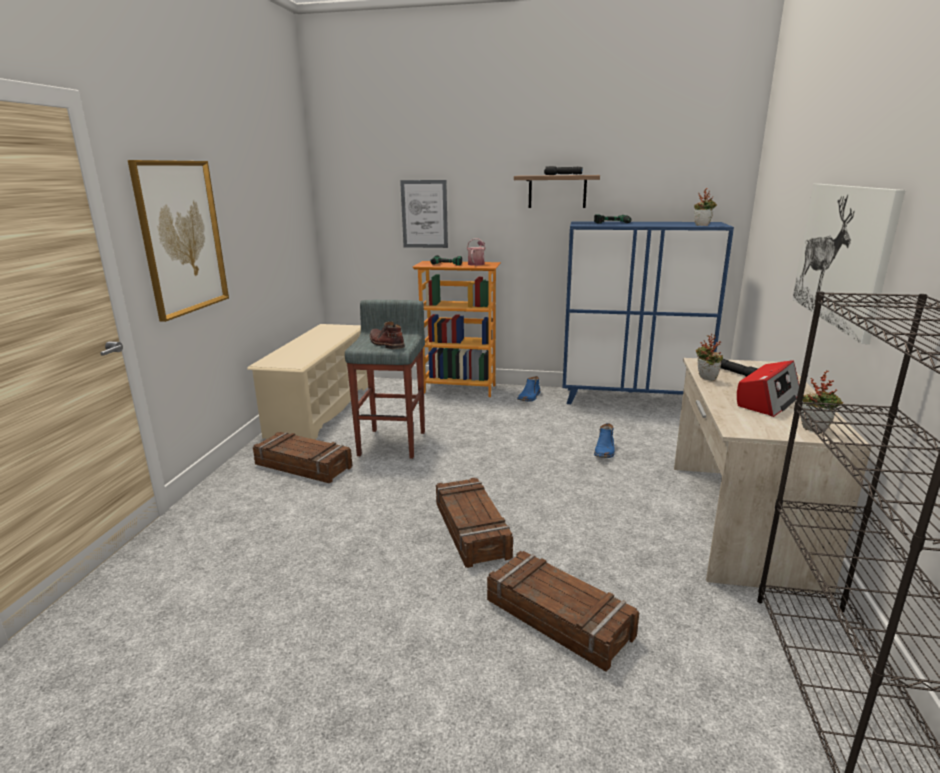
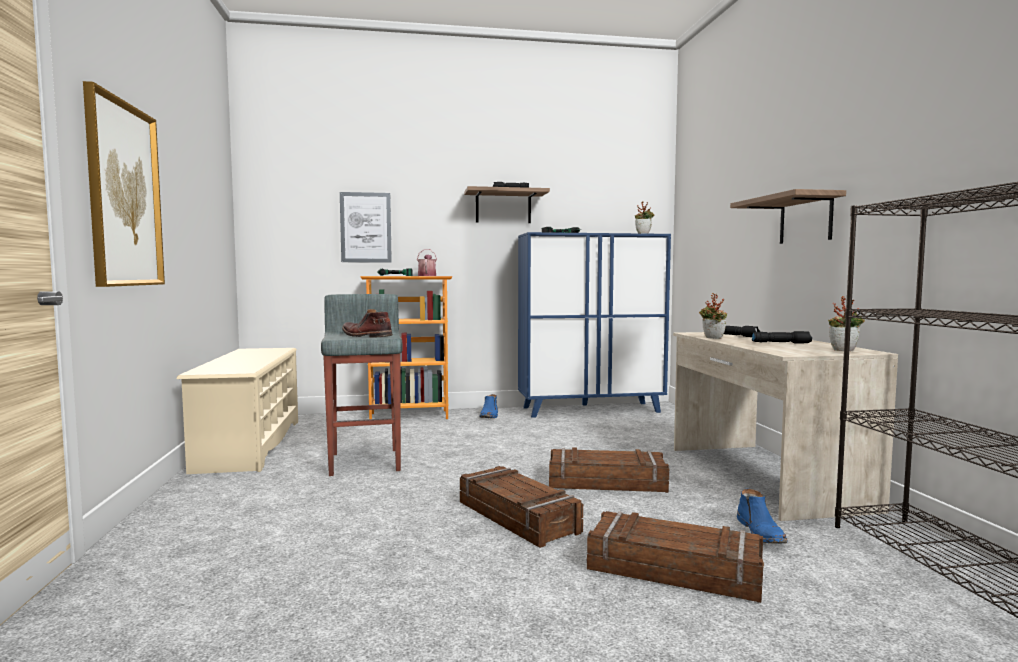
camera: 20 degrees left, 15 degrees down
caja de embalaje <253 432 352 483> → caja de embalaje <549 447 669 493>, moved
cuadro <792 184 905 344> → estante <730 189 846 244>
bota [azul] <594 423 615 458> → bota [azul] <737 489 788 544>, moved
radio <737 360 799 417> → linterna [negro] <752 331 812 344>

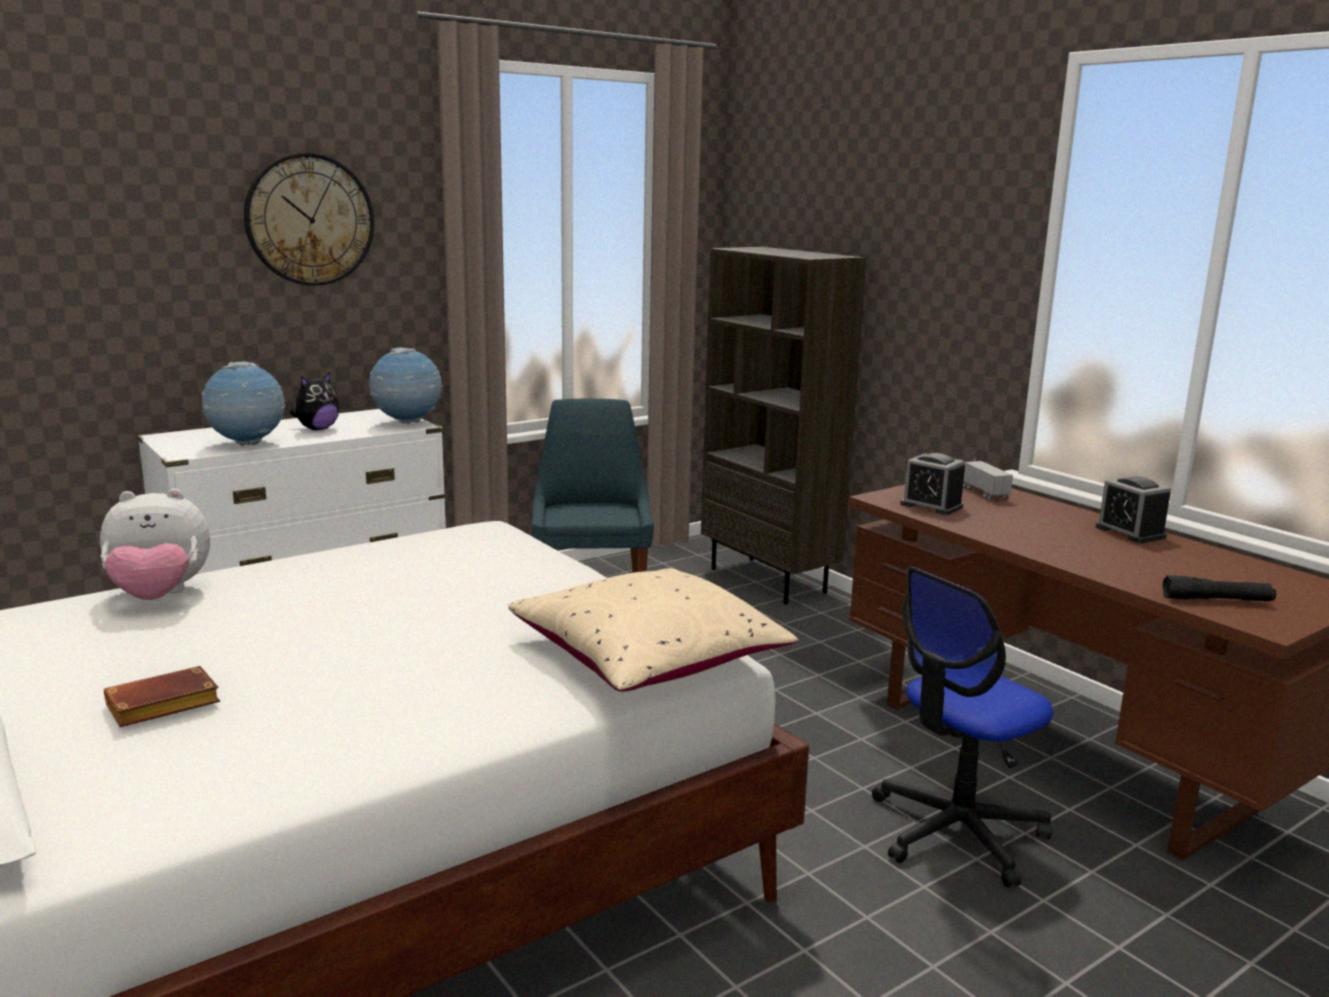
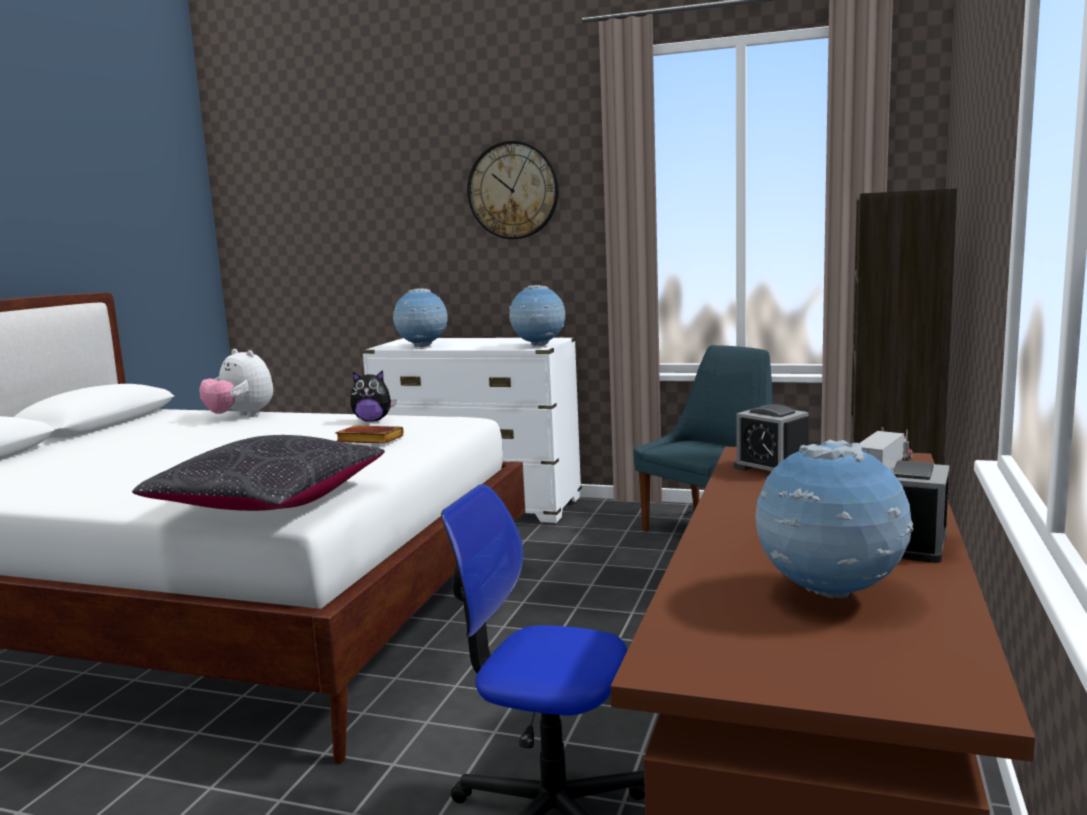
camera: 55 degrees right, 5 degrees down
cojín [beis] <508 568 799 692> → cojín [negro] <132 435 385 511>
libro [marrón] <104 666 220 727> → libro [marrón] <335 425 404 444>, moved
peluche <290 372 340 430> → peluche <350 370 397 422>, moved
despertador <900 453 965 515> → despertador <734 404 809 471>, 45 degrees counterclockwise
- → globo terráqueo <755 440 914 598>
linterna [negro] <1162 575 1276 601> → -

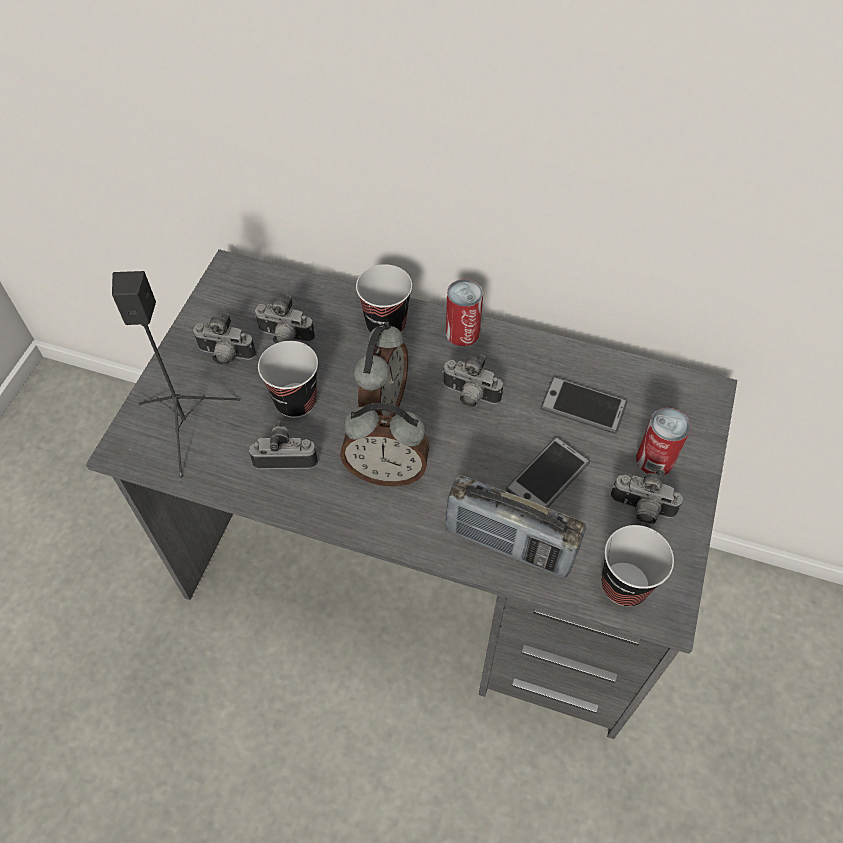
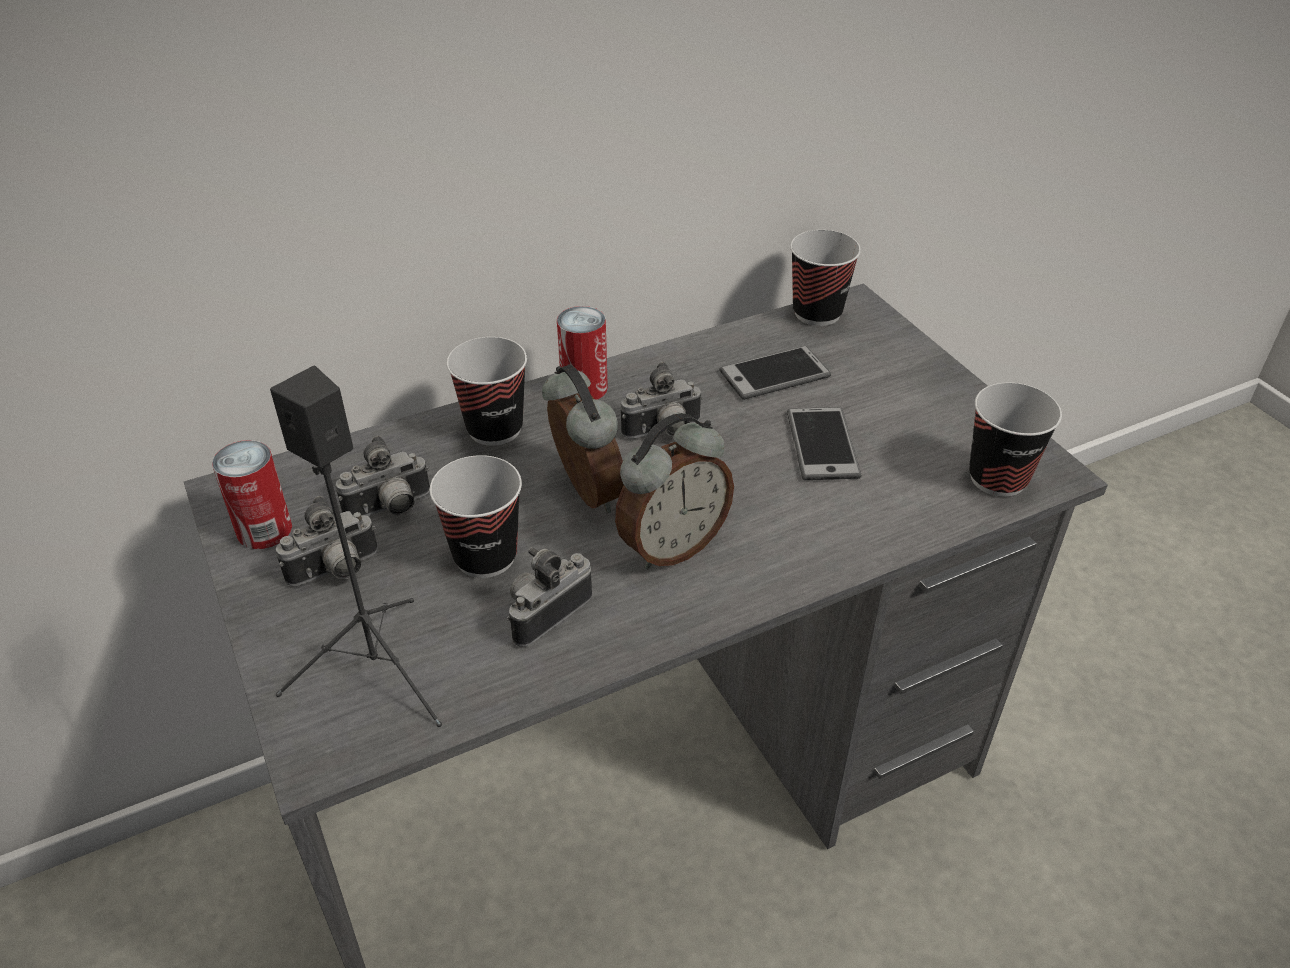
camera: 45 degrees left, 15 degrees down
lata <636 408 691 475> → lata <212 440 292 549>, moved
- → taza <790 230 861 326>
radio <446 475 586 578> → -
cámara <611 469 683 524> → -

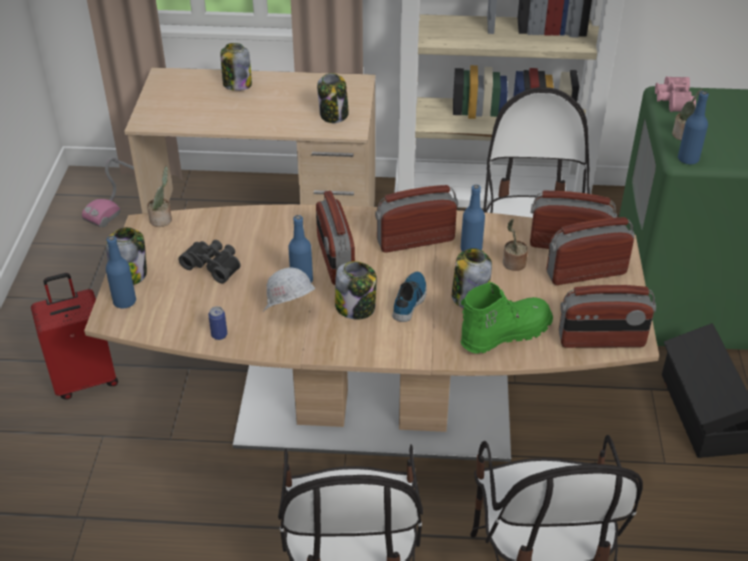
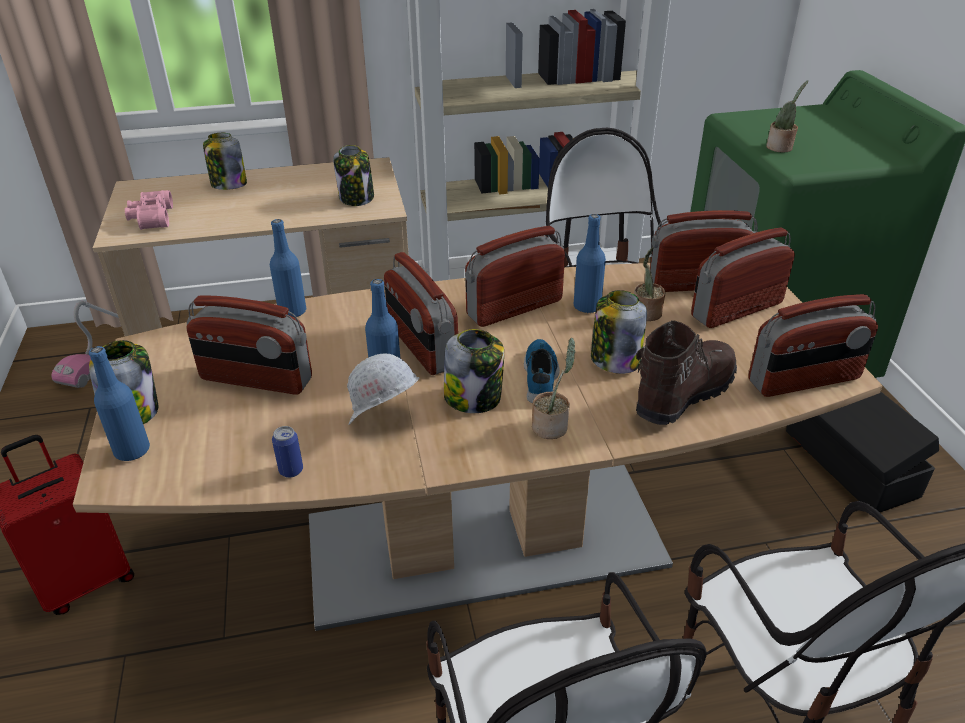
camera: 15 degrees left, 5 degrees down
prismáticos [rosa] <655 76 696 112> → prismáticos [rosa] <125 190 173 230>, moved
prismáticos [negro] <179 240 241 283> → radio <187 295 312 395>
botella [azul] <678 91 709 164> → botella [azul] <270 219 306 318>, moved
planta en maceta <147 166 172 227> → planta en maceta <532 338 575 439>, moved
bota [verde] <461 282 553 354> → bota [marrón] <636 320 737 425>

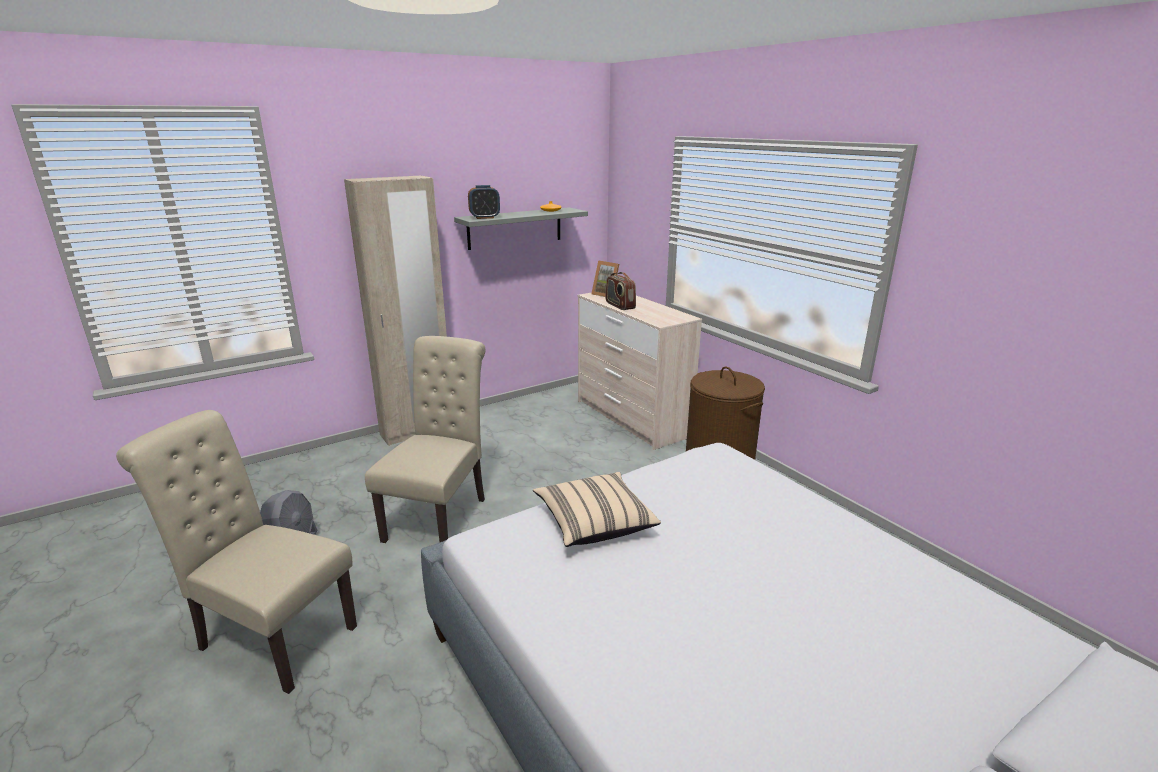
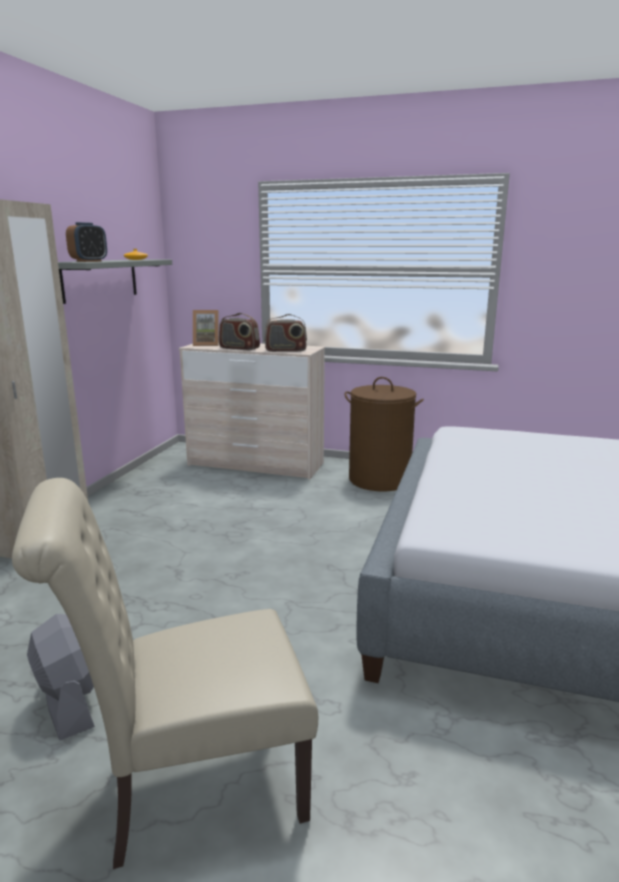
camera: 40 degrees left, 5 degrees down
- → radio <264 314 307 352>
silla [beis] <365 336 485 543> → -
cojín [beis] <533 472 661 547> → -

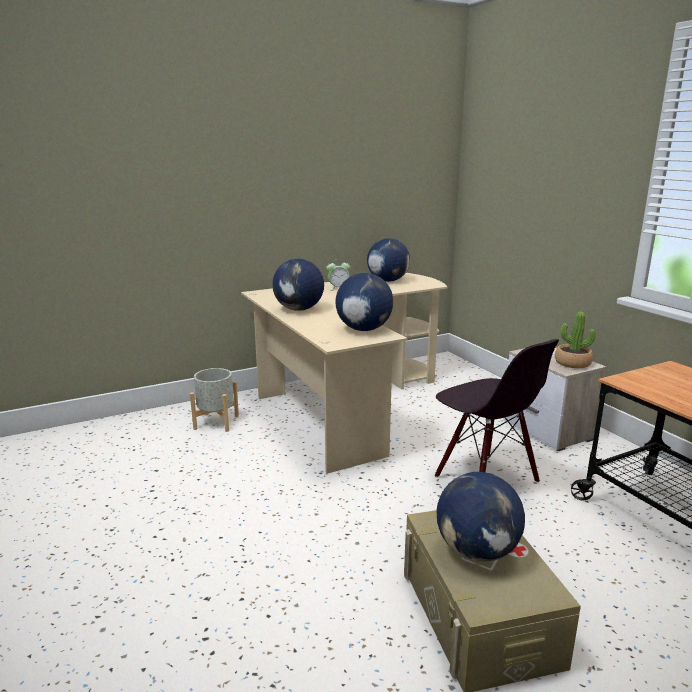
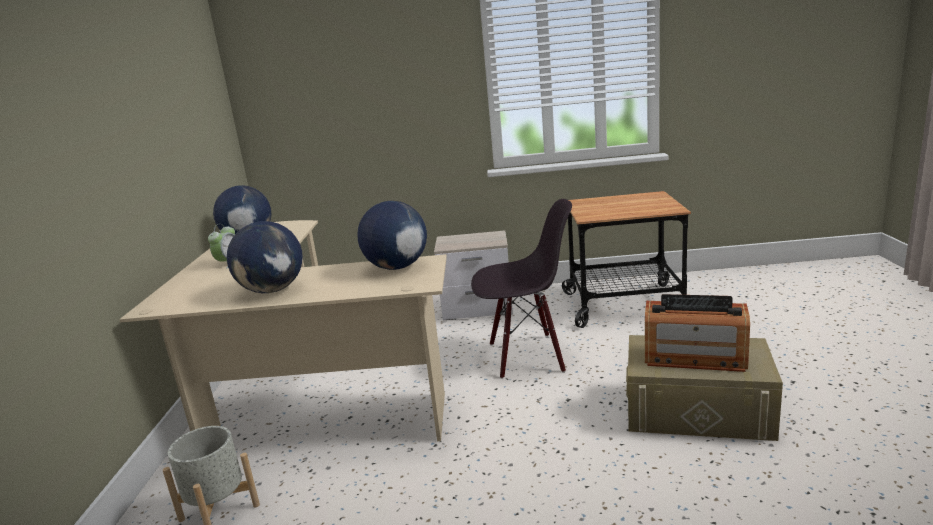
camera: 60 degrees left, 0 degrees up
globo terráqueo <436 472 525 562> → radio <645 294 750 372>
planta en maceta <555 312 595 368> → -

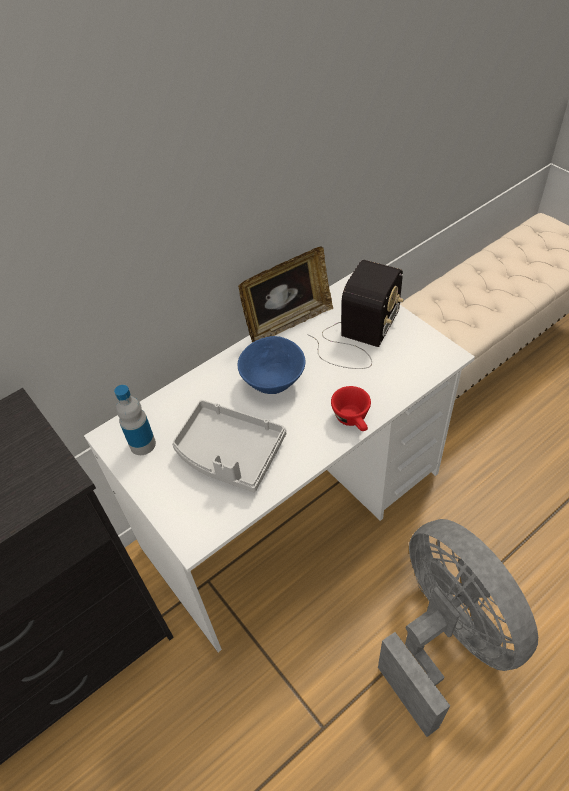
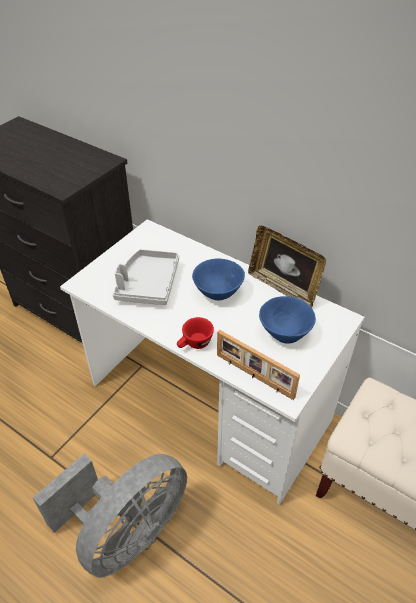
camera: 70 degrees right, 5 degrees down
- → portarretratos <217 330 300 400>
radio <307 260 404 369> → cuenco [azul] <259 296 316 344>
botella <114 385 156 455> → -

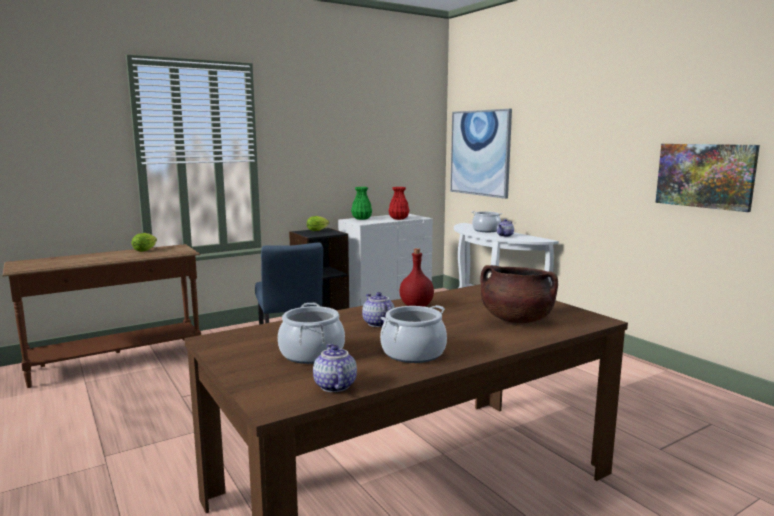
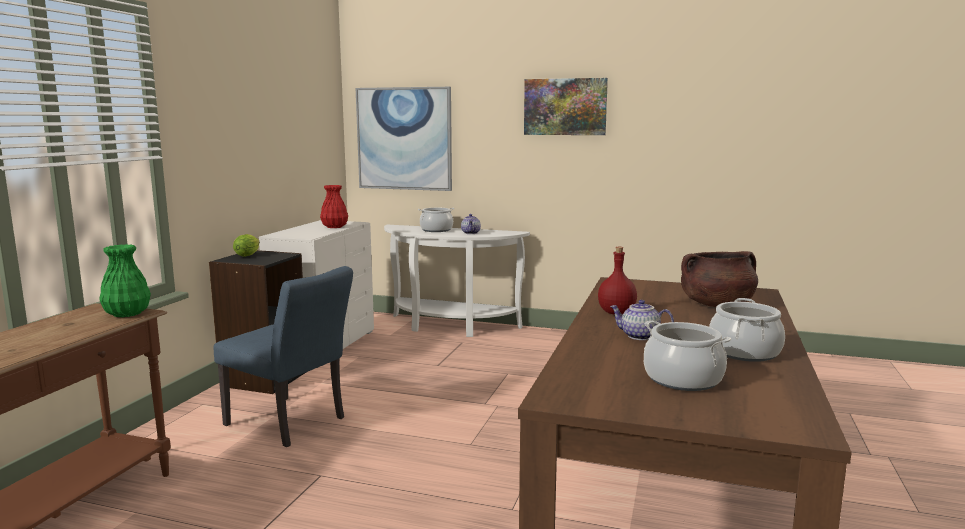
camera: 40 degrees left, 0 degrees up
florero [verde] <351 187 372 220> → florero [verde] <99 244 151 317>, moved
cuadro <655 144 760 212> → cuadro <524 78 608 135>, moved
lechuga <131 233 157 252> → -
tetera <313 344 357 392> → -

